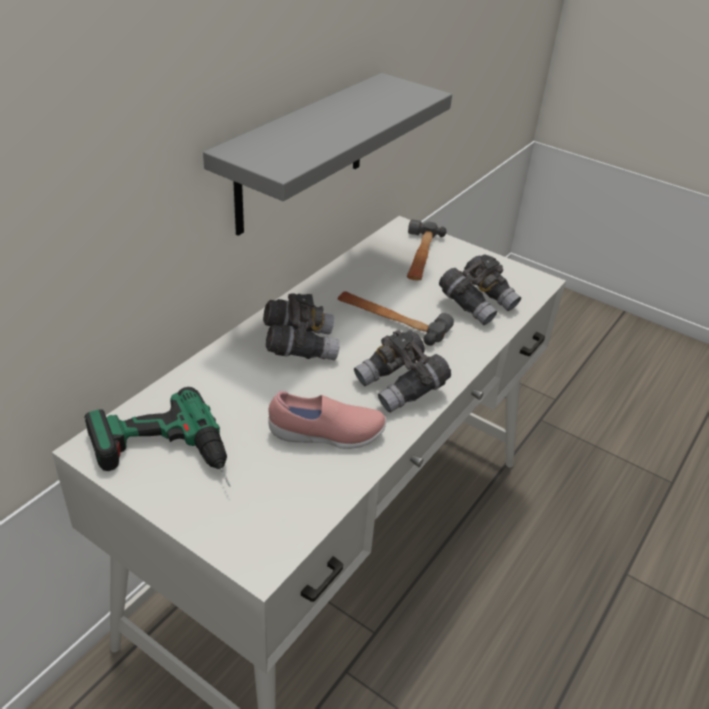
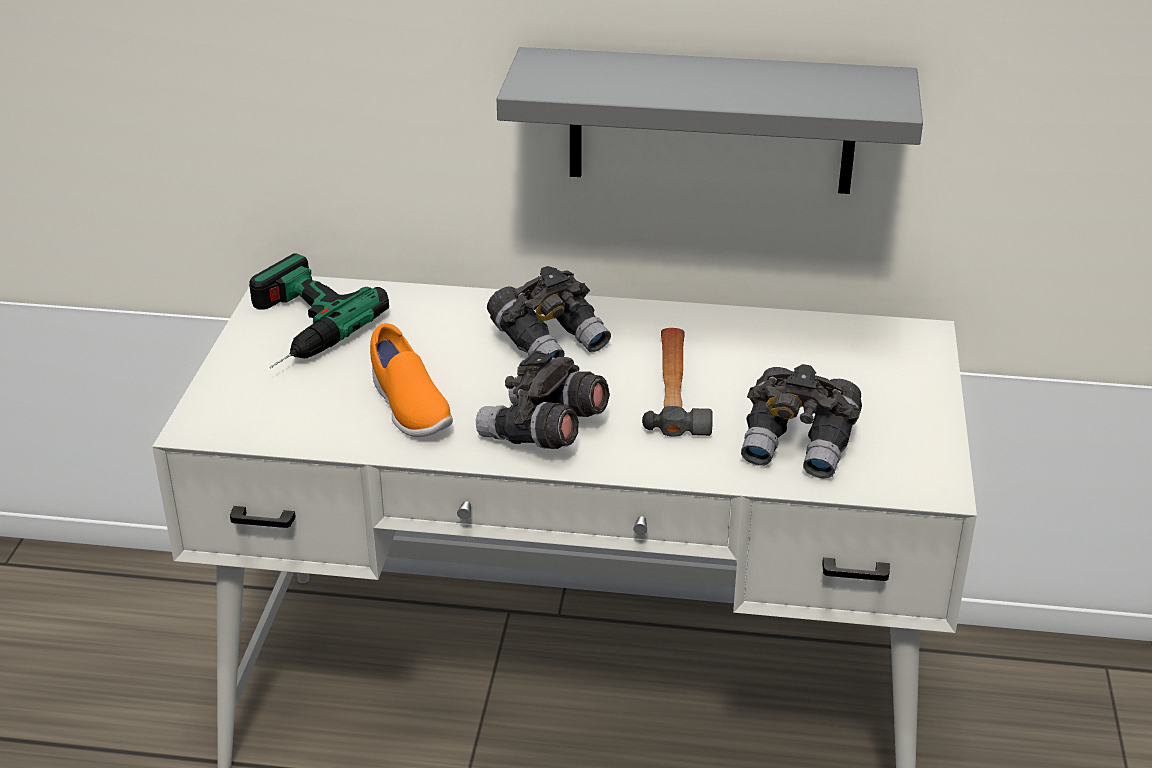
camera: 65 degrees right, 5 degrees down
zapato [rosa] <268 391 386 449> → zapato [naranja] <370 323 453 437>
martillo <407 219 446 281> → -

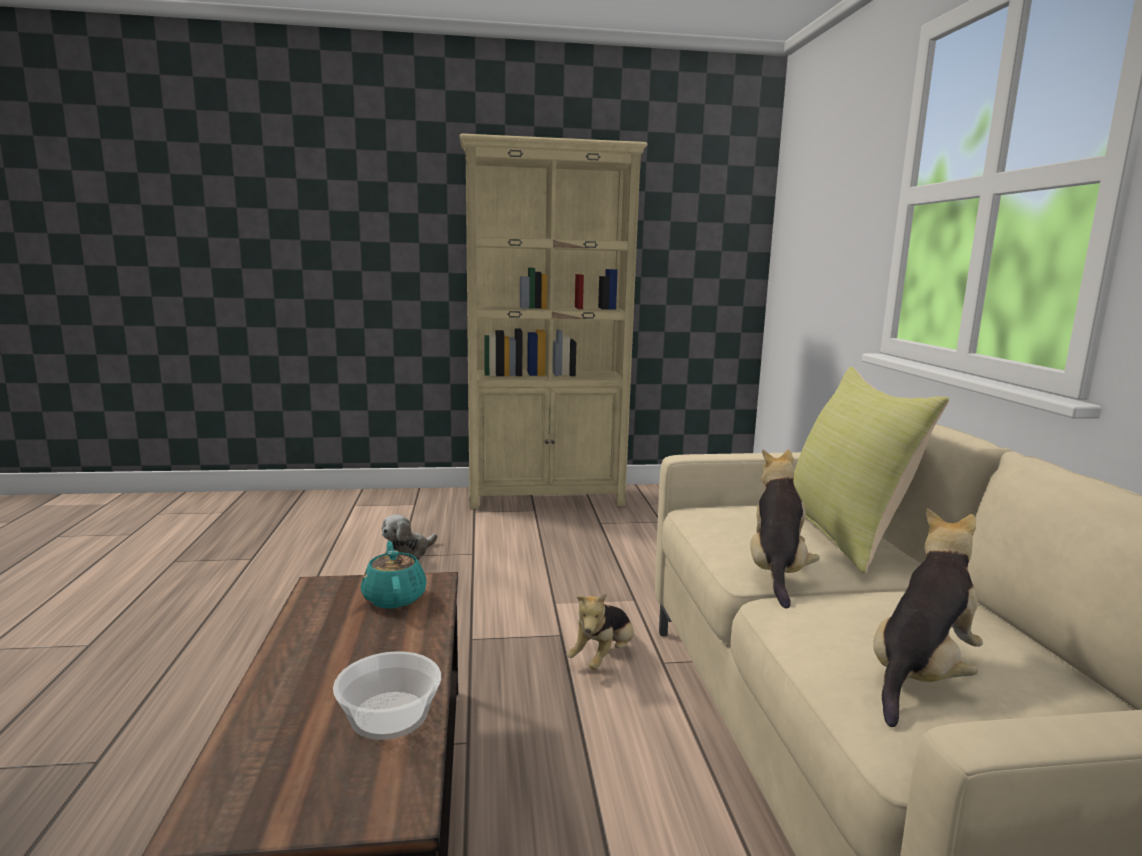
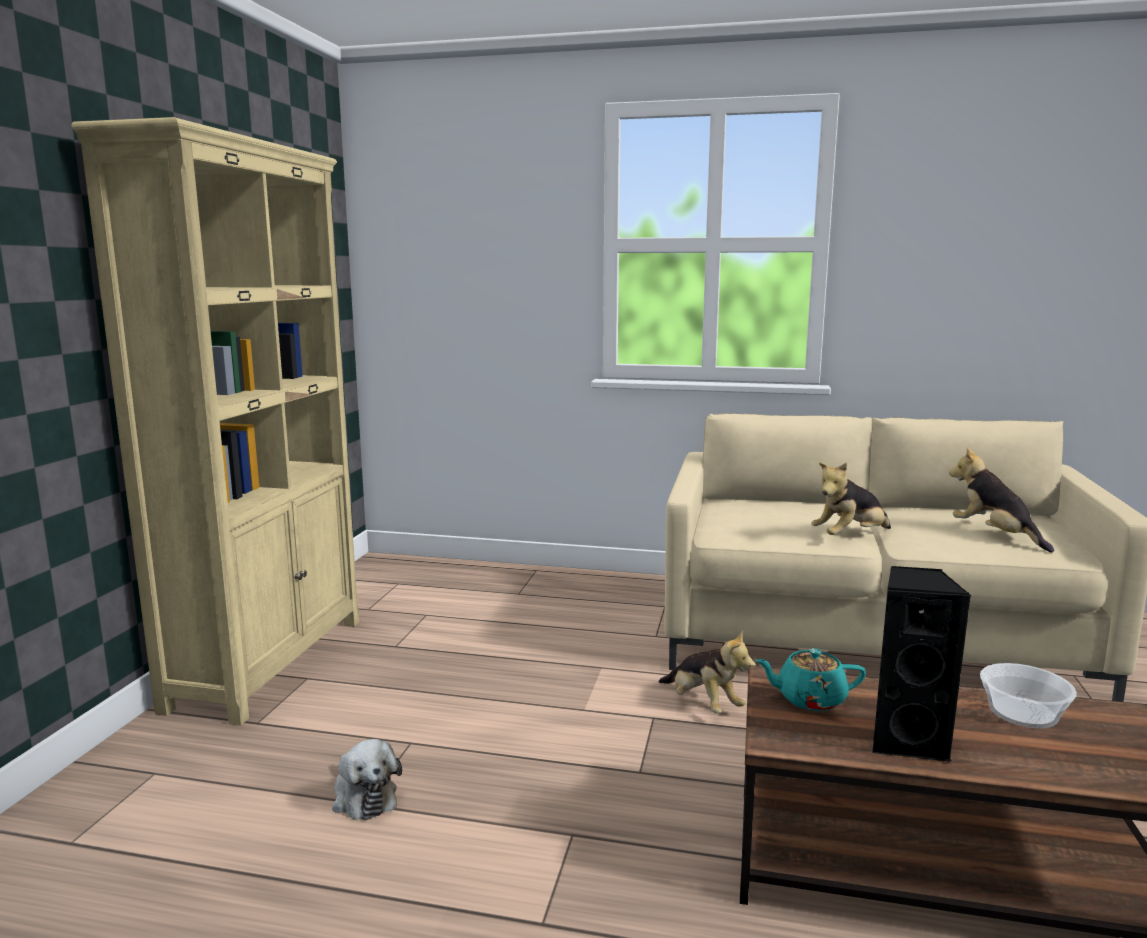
camera: 70 degrees left, 0 degrees up
peluche <750 449 820 608> → peluche <811 462 891 535>, 60 degrees counterclockwise
- → altavoz [negro] <872 566 971 763>
cojín [amarillo] <793 367 949 574> → -

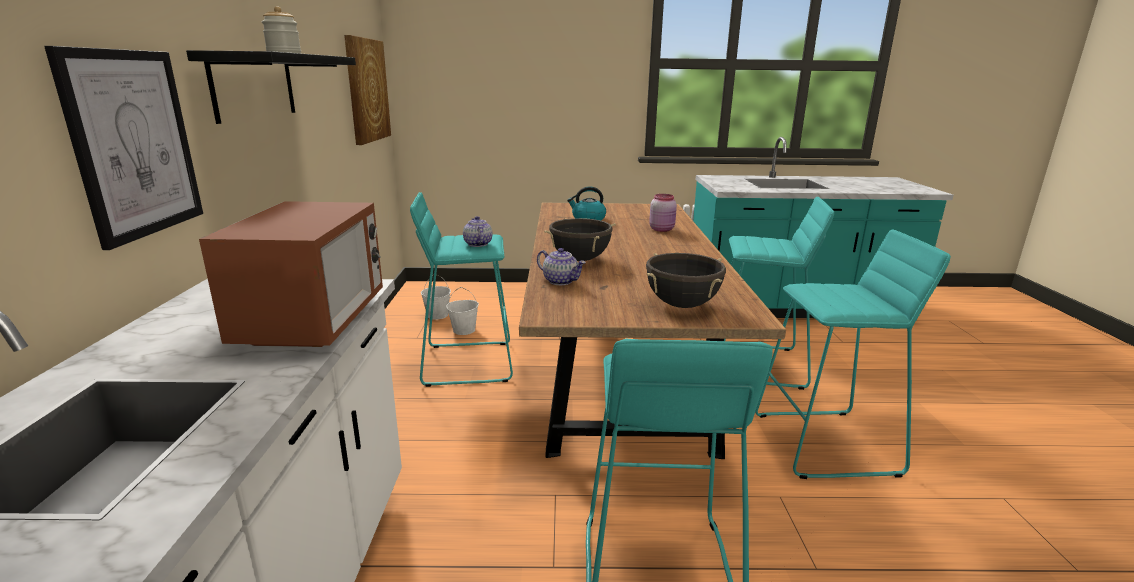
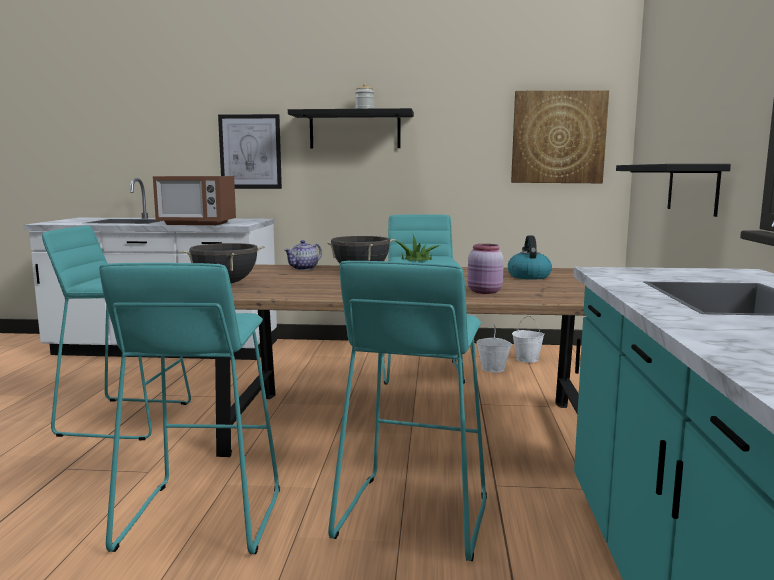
camera: 95 degrees right, 10 degrees down
tetera <463 216 492 247> → planta en maceta <396 233 441 261>
- → estante [negro] <616 164 731 217>

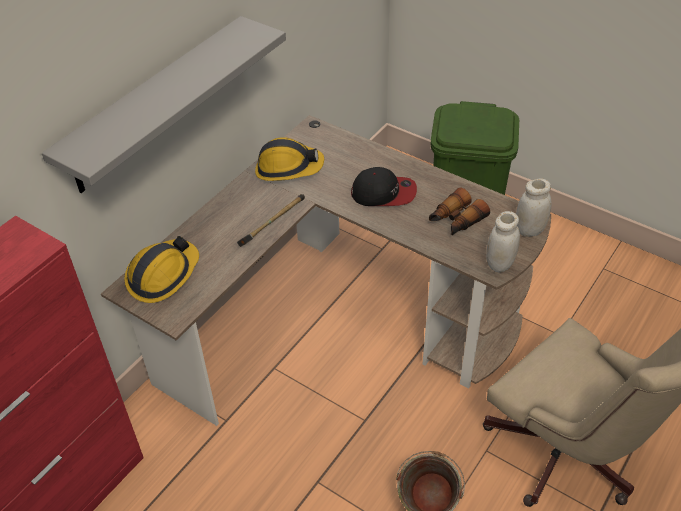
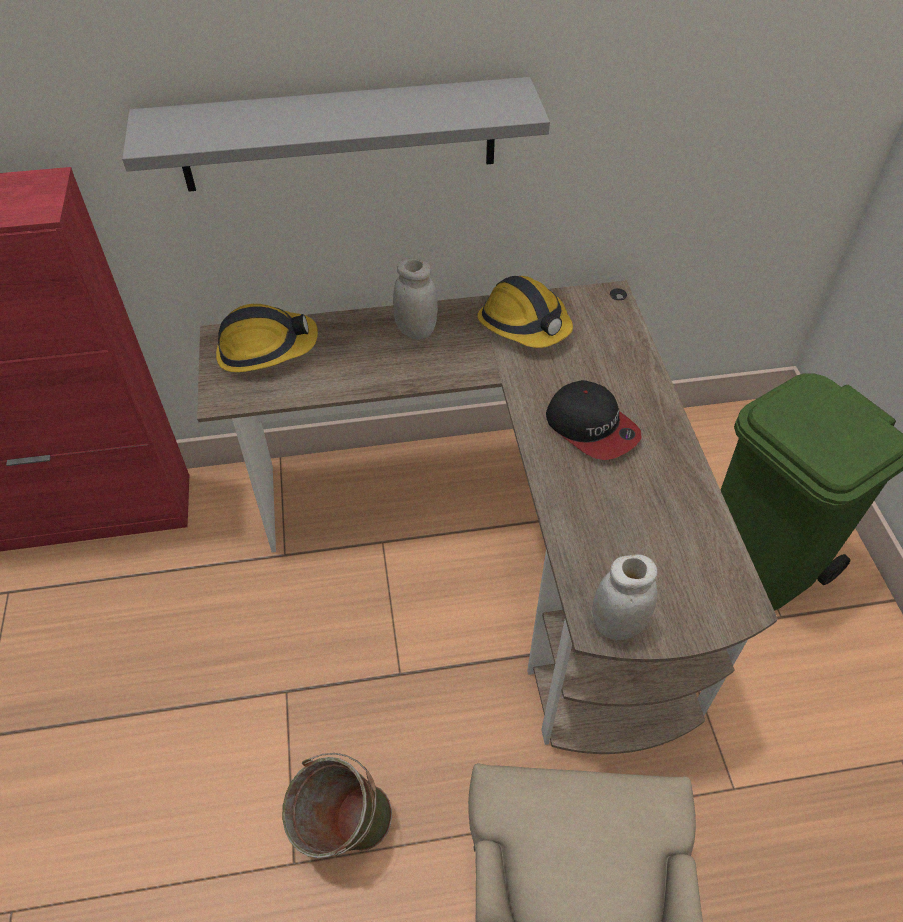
camera: 45 degrees right, 5 degrees up
tarro [blanco] <516 178 552 237> → tarro [blanco] <393 258 438 339>, moved
martillo <237 194 305 247> → -
prismáticos <429 188 490 235> → -

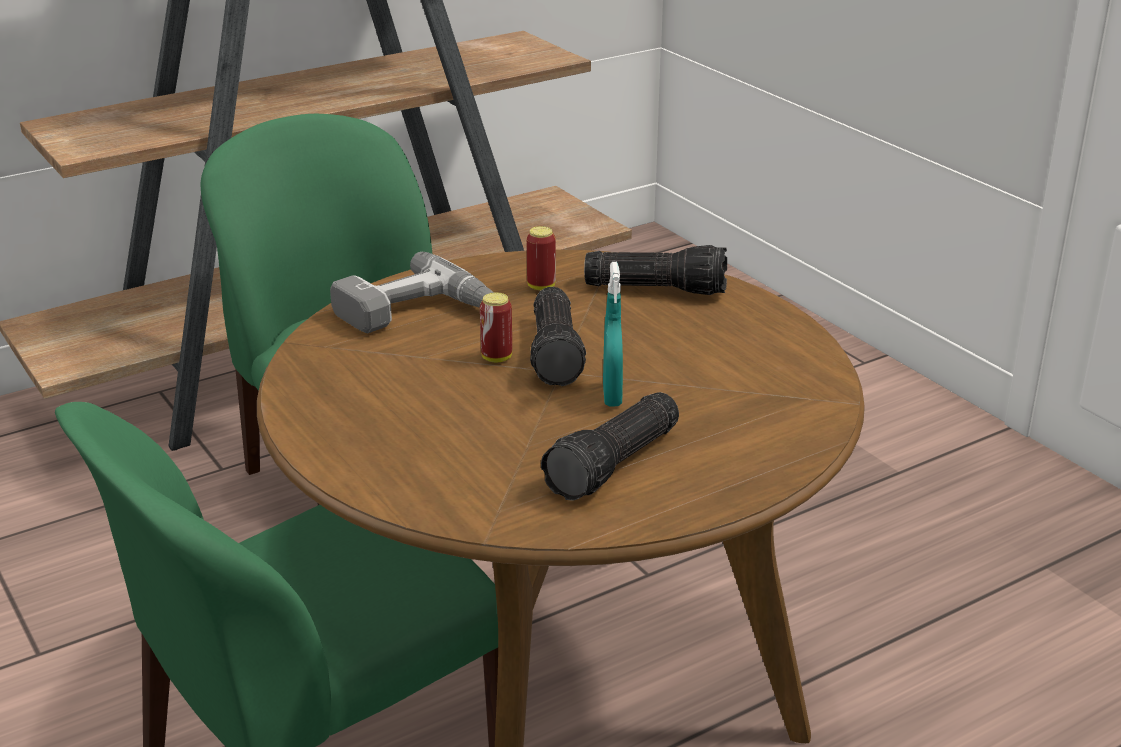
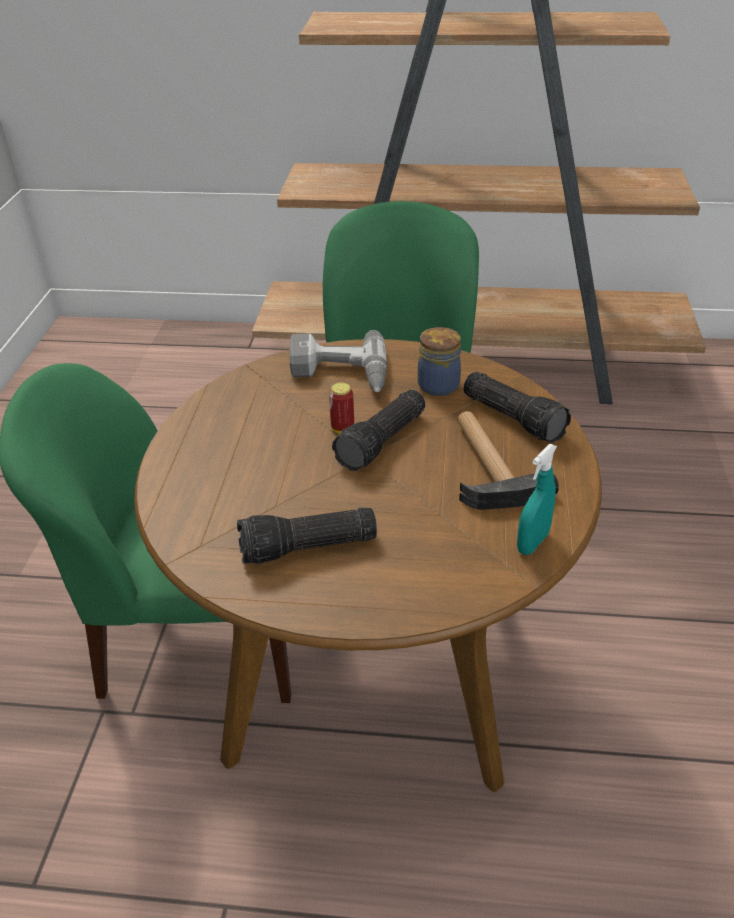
camera: 40 degrees right, 10 degrees up
lata <527 226 556 290> → tarro <418 327 461 396>
- → martillo <457 411 559 510>
pulverizador [turquesa] <603 262 623 407> → pulverizador [turquesa] <517 444 557 555>, moved

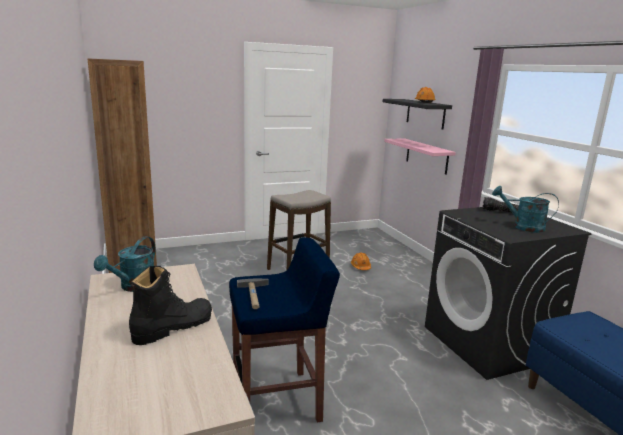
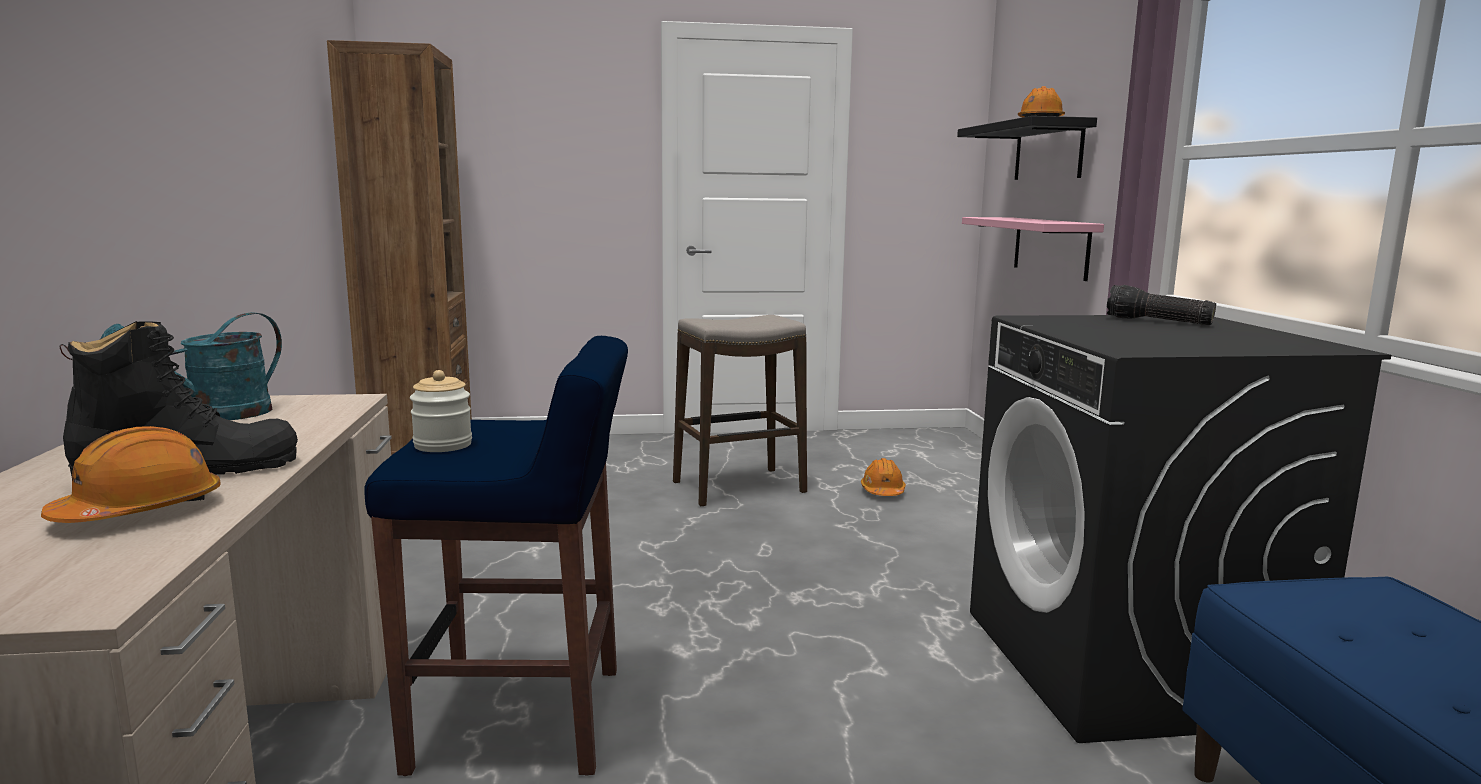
camera: 15 degrees right, 5 degrees down
- → casco [naranja] <41 426 221 523>
martillo <237 278 269 309> → tarro <410 370 472 452>
regadera [turquesa] <492 186 559 233> → -

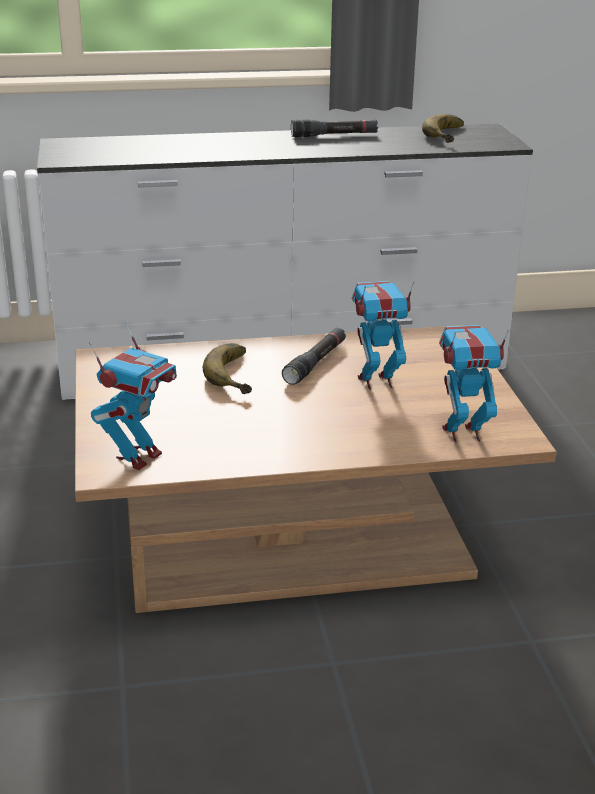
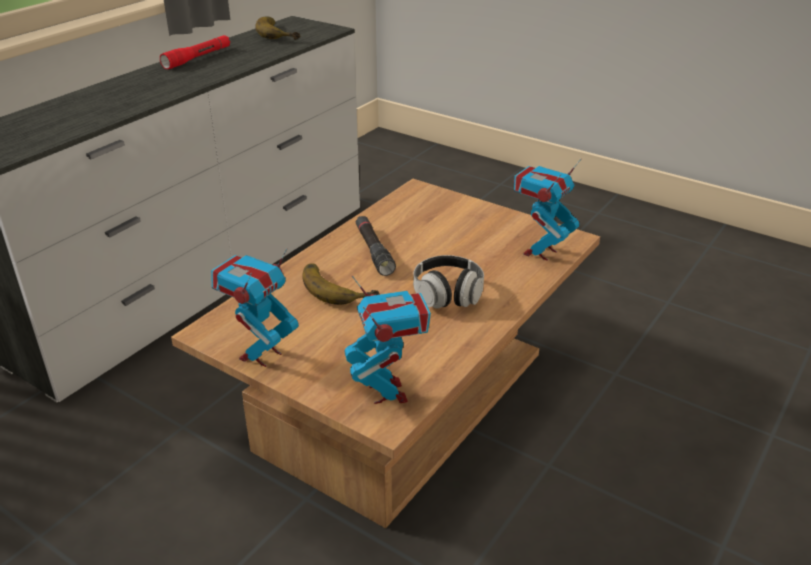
camera: 45 degrees left, 5 degrees up
linterna [negro] <291 119 378 137> → linterna [rojo] <160 35 230 69>
robot de juguete <352 281 414 390> → robot de juguete <211 249 299 367>, moved
- → auriculares <413 255 484 309>

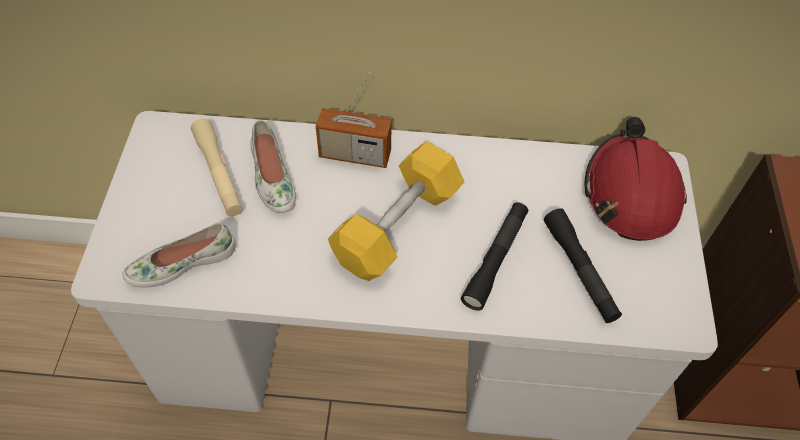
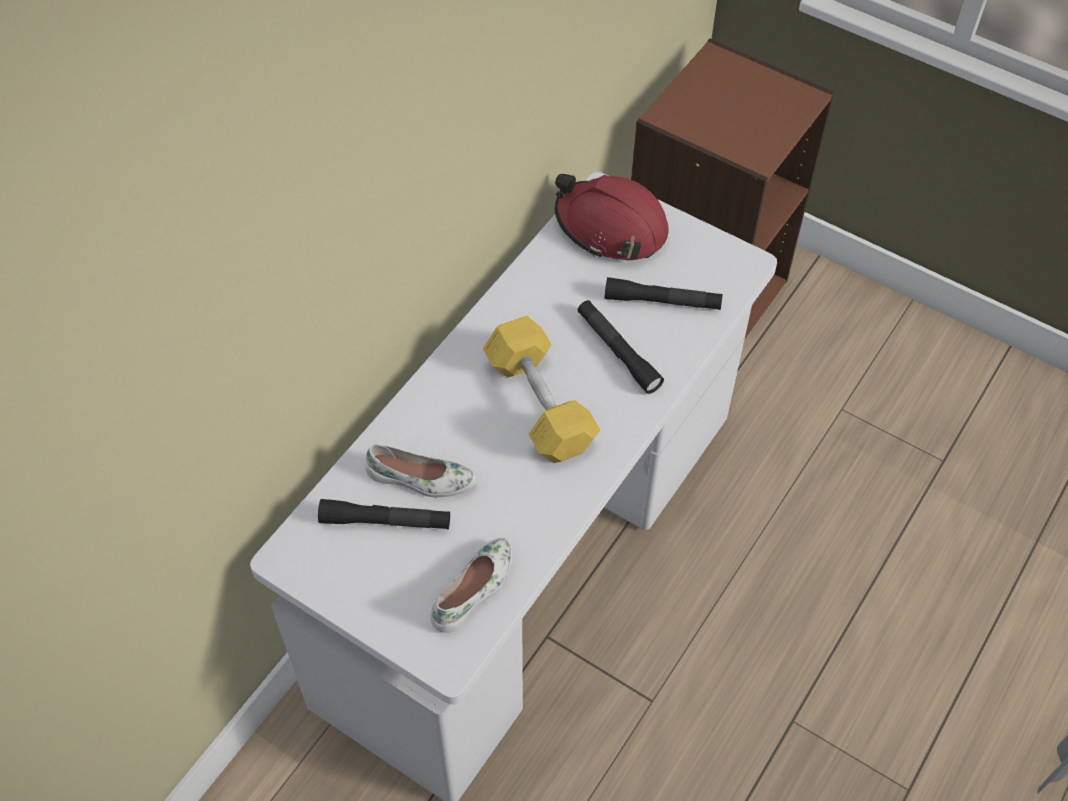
camera: 60 degrees left, 0 degrees up
linterna [beis] <191 118 243 216> → linterna [negro] <318 499 450 529>
zapato [blanco] <122 223 236 288> → zapato [blanco] <430 538 513 633>, 150 degrees counterclockwise
radio <316 73 392 168> → -

